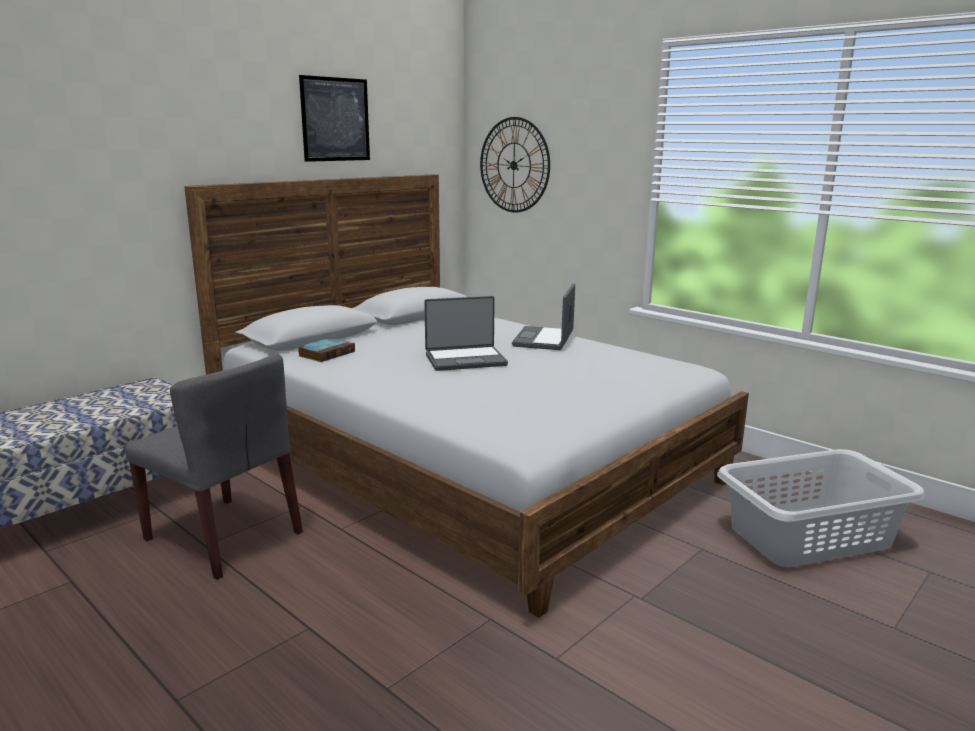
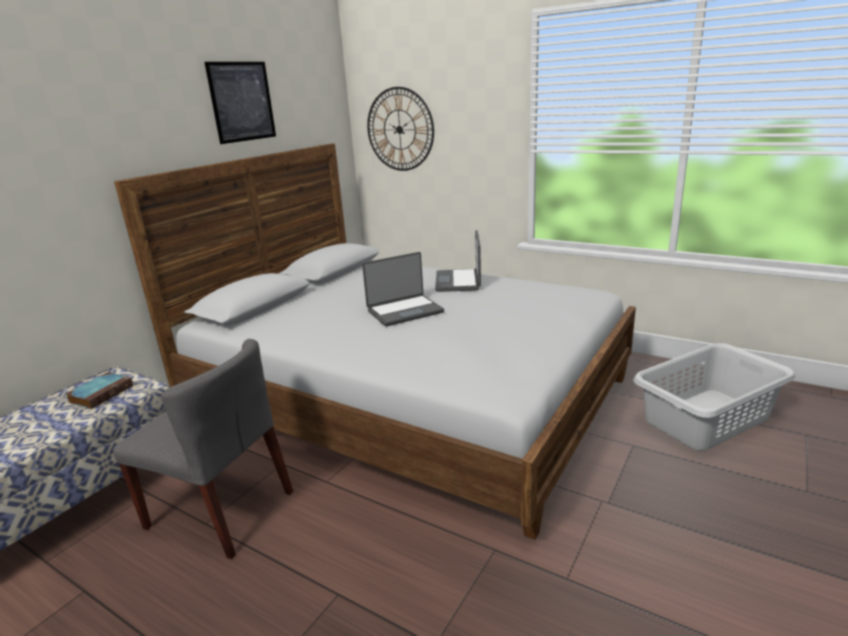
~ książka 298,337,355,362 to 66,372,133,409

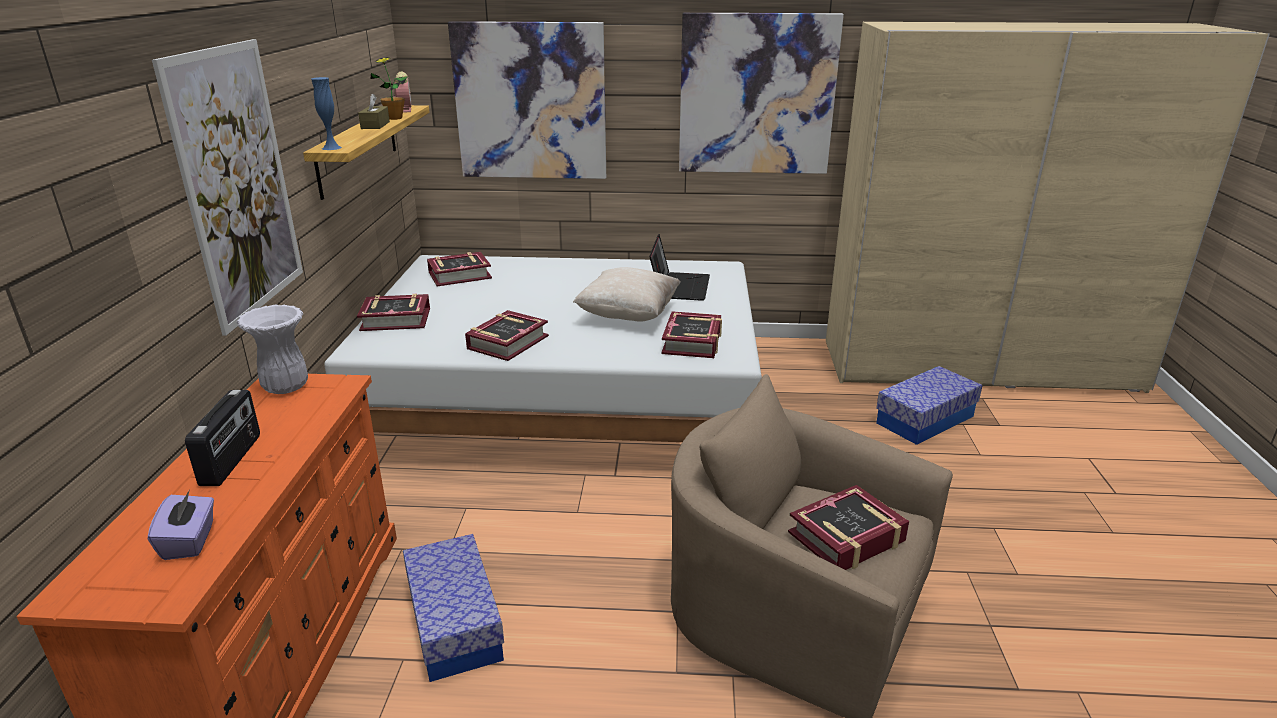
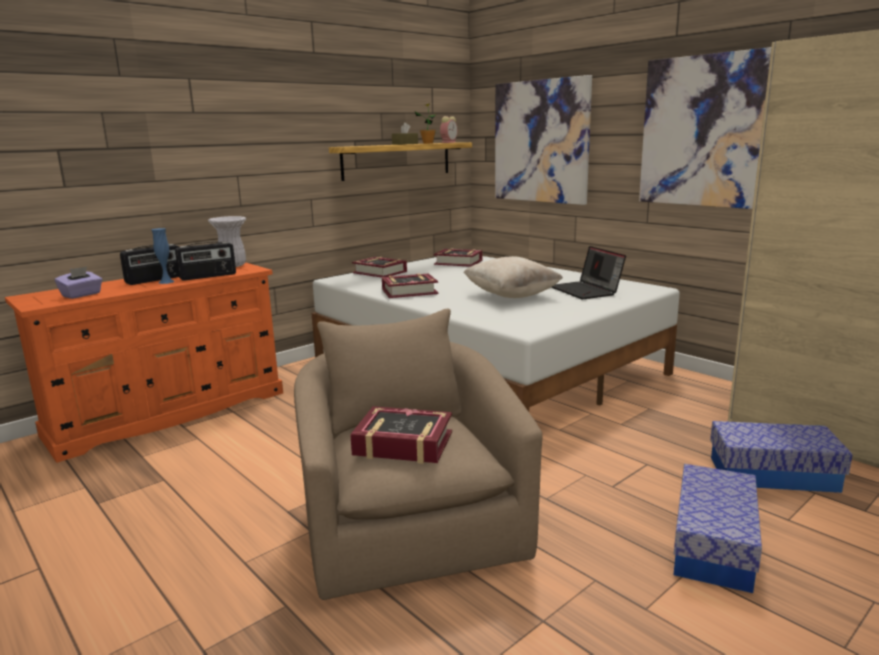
- obraz 152,39,303,336
~ wazon/niebieski 311,77,342,150 to 152,228,175,284
~ laptop 649,234,710,301 = 551,246,626,299 105 degrees clockwise
- książka 662,311,722,358
~ pojemnik do przechowywania 403,534,504,682 to 674,464,762,593
+ radio 175,242,236,281

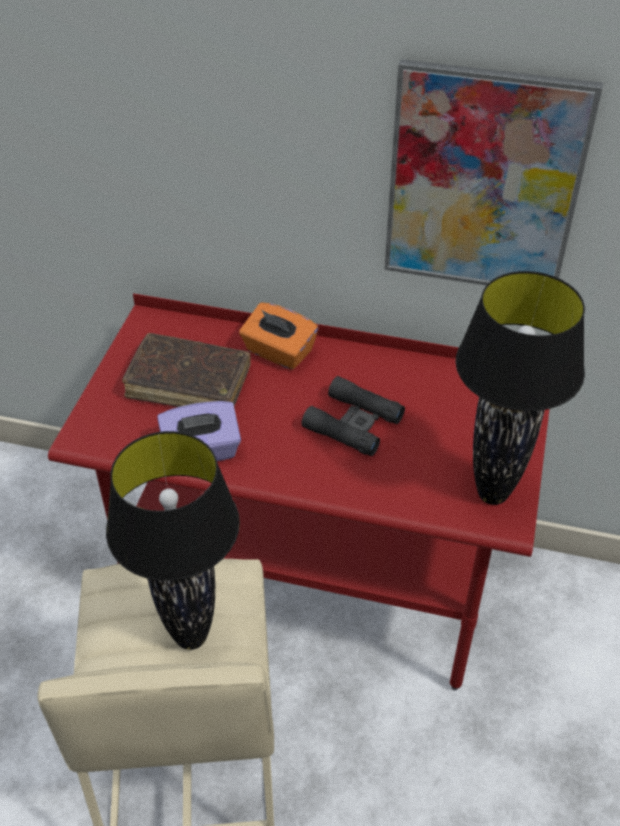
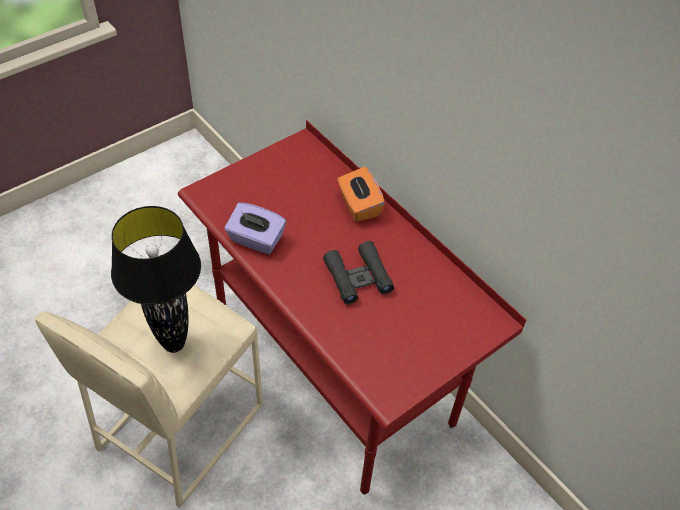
- obraz 384,59,603,285
- lampa stołowa/czarny 455,271,585,505
- książka/brązowy 122,333,251,407

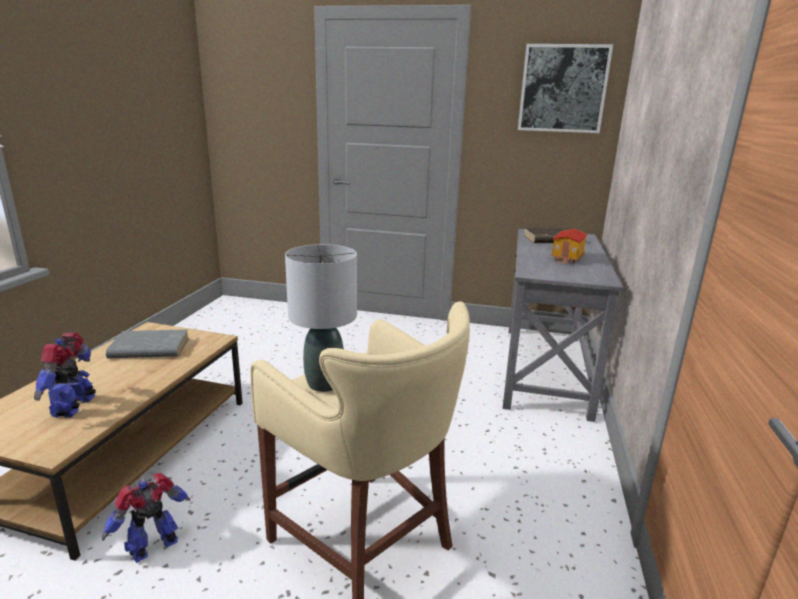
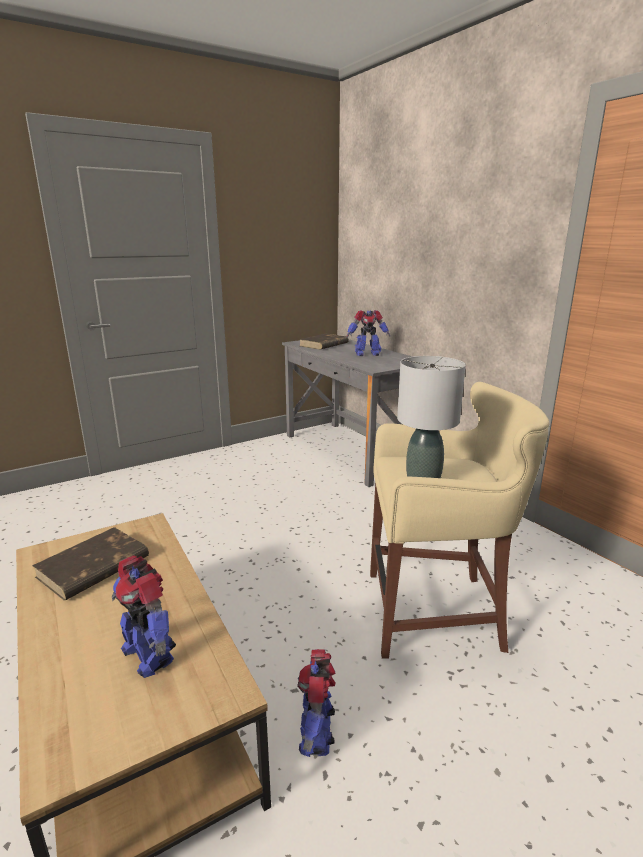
- obraz 518,44,613,133
~ domek 550,229,588,264 to robot zabawkowy 346,310,390,356
~ książka/szary 106,329,189,358 to książka/brązowy 32,527,149,601

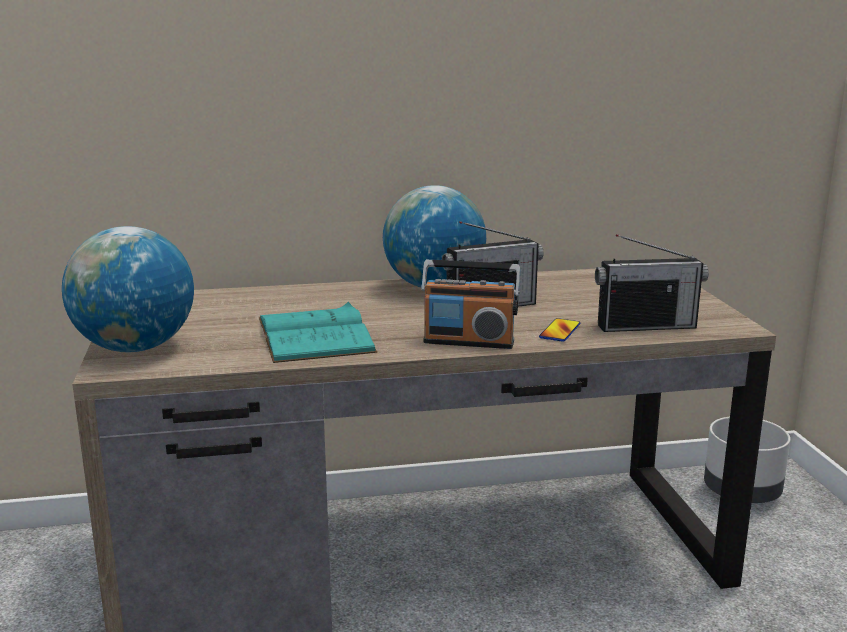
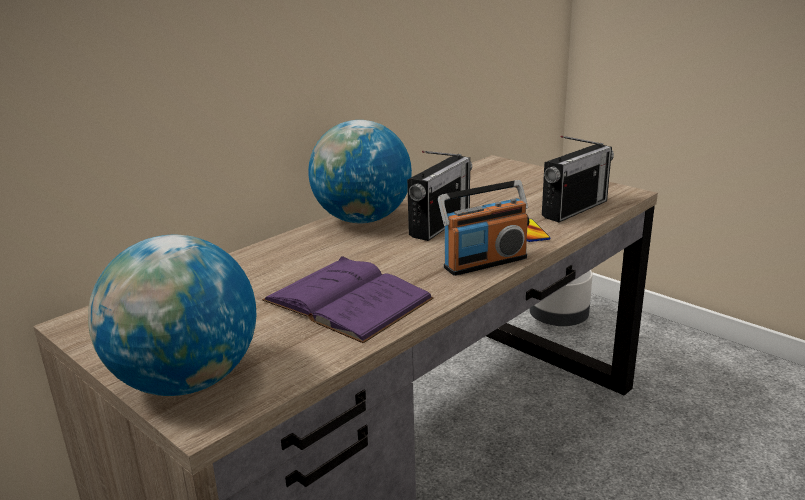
~ książka/turkusowy 259,302,377,363 to książka/fioletowy 262,256,434,343

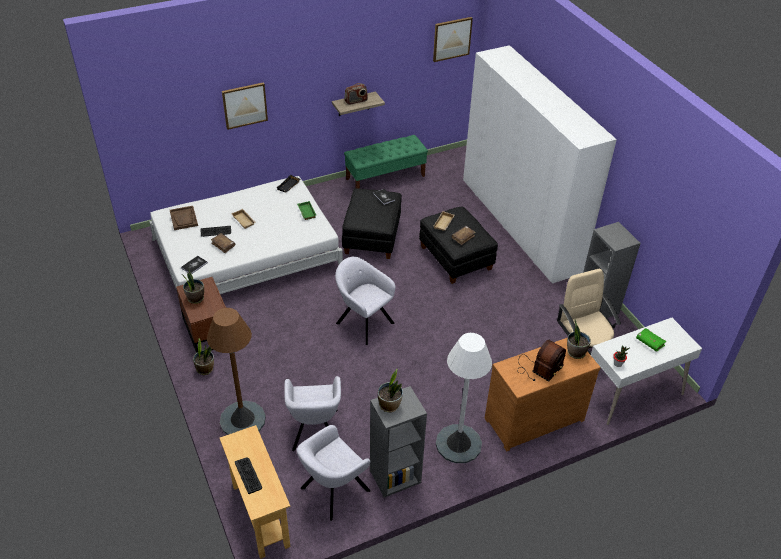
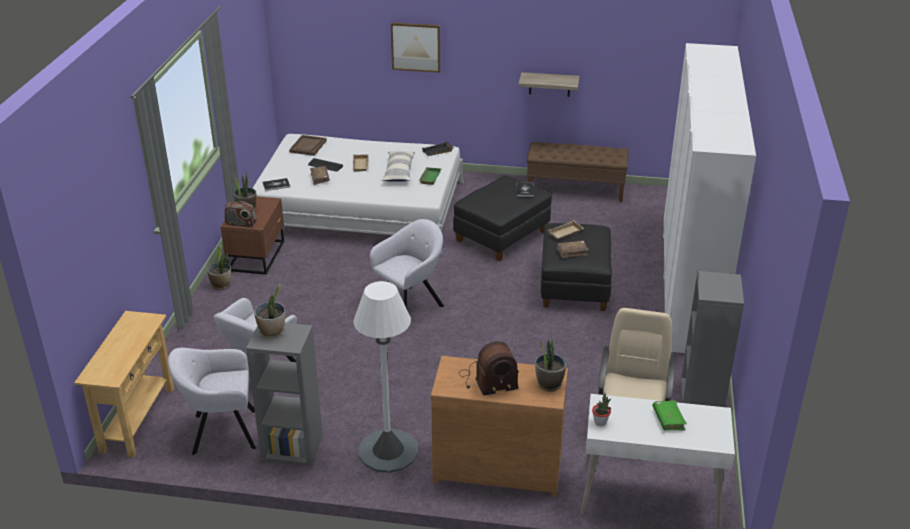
- obraz 433,17,473,62
~ radio 344,83,368,105 to 224,201,257,227
~ ławka/zielony 344,135,428,189 to ławka/brązowy 527,142,628,203
~ fotel/szary 335,257,396,345 = 370,219,444,309 60 degrees clockwise
- lampa stojąca/brązowy 207,308,266,435
- klawiatura 235,458,262,494
+ poduszka 382,151,415,182

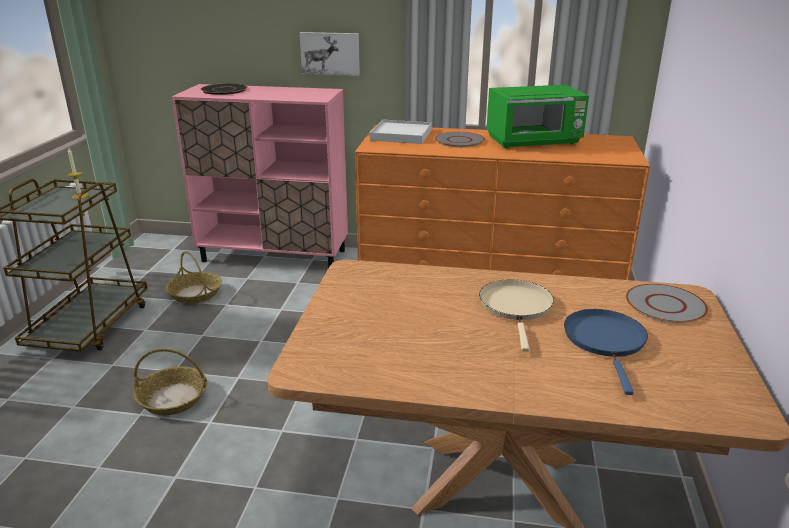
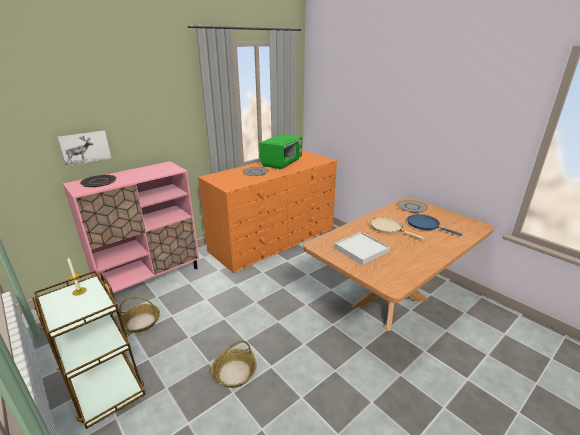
~ obraz 300,32,360,76 to 57,131,111,167
~ taca/biały 370,120,432,144 to 334,232,390,265

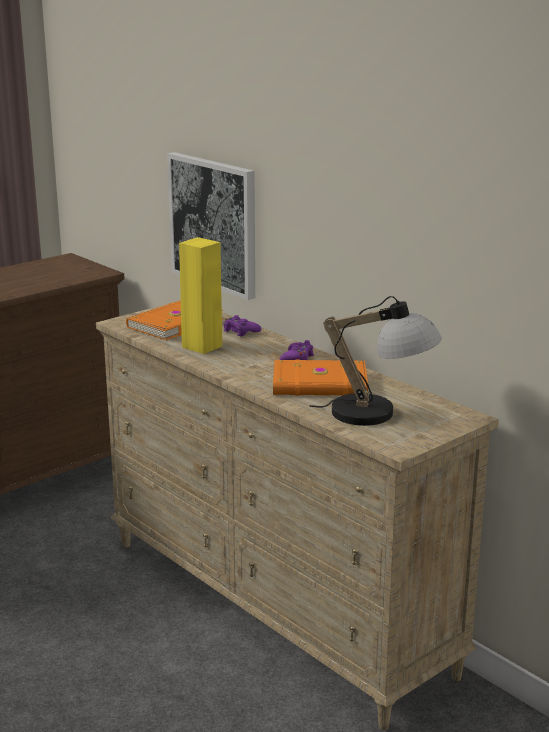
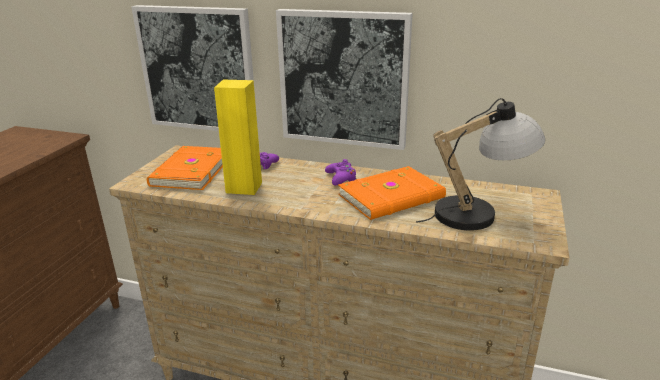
+ obraz 276,9,413,150

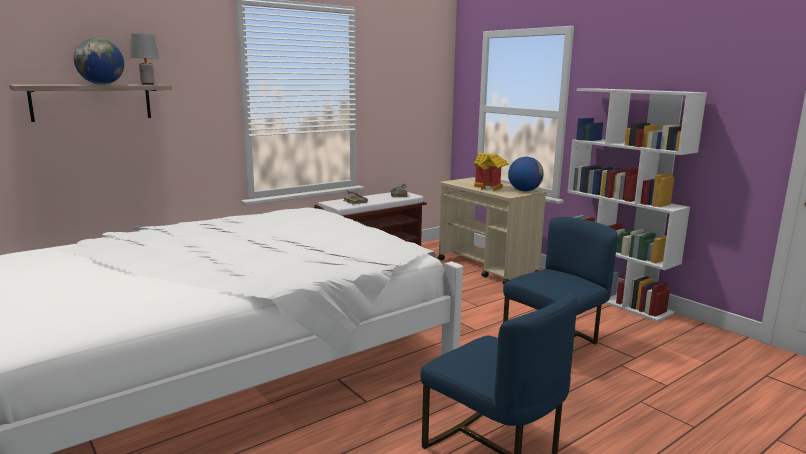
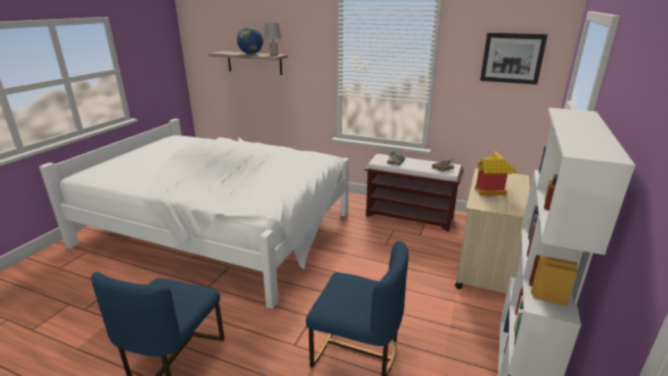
- globus 508,157,544,191
+ obraz 480,33,548,84

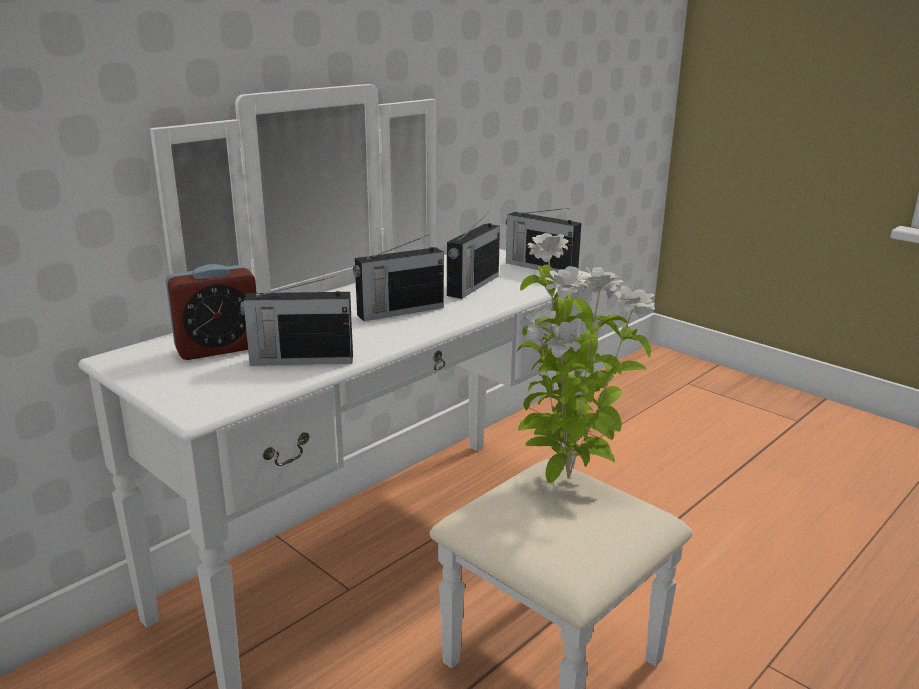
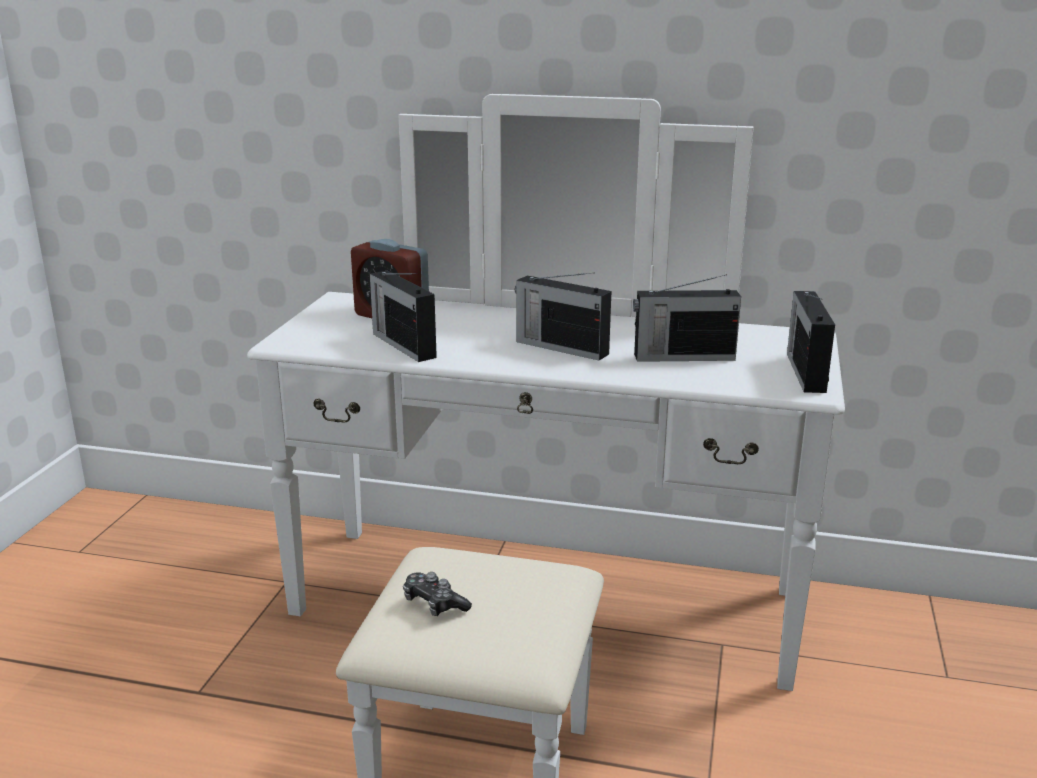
- roślina doniczkowa 517,233,655,483
+ pad do gier 403,572,472,616

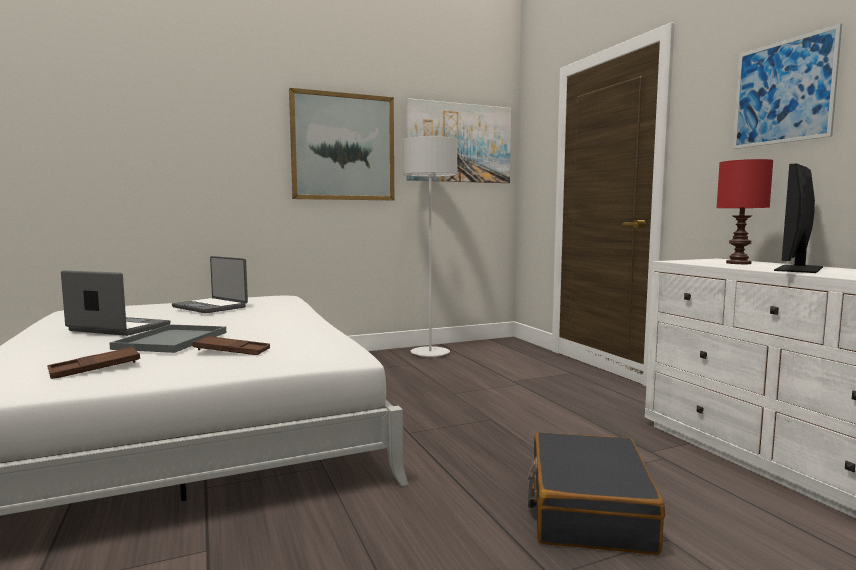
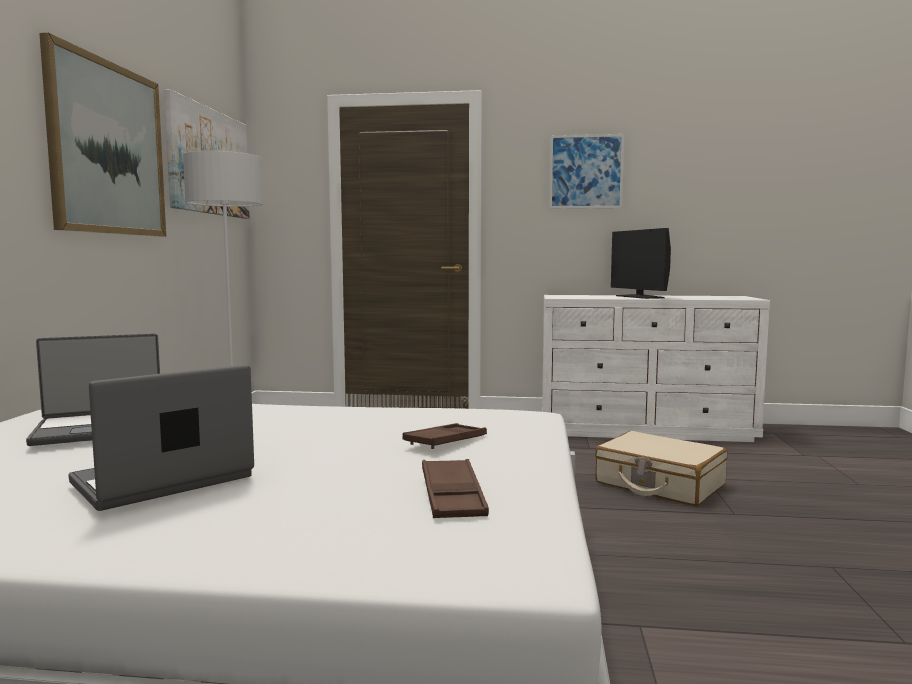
- lampa stołowa/czerwony 717,159,773,264
- taca/szary 109,324,226,353
~ walizka/czarny 527,432,665,555 to walizka/beżowy 595,431,727,507

